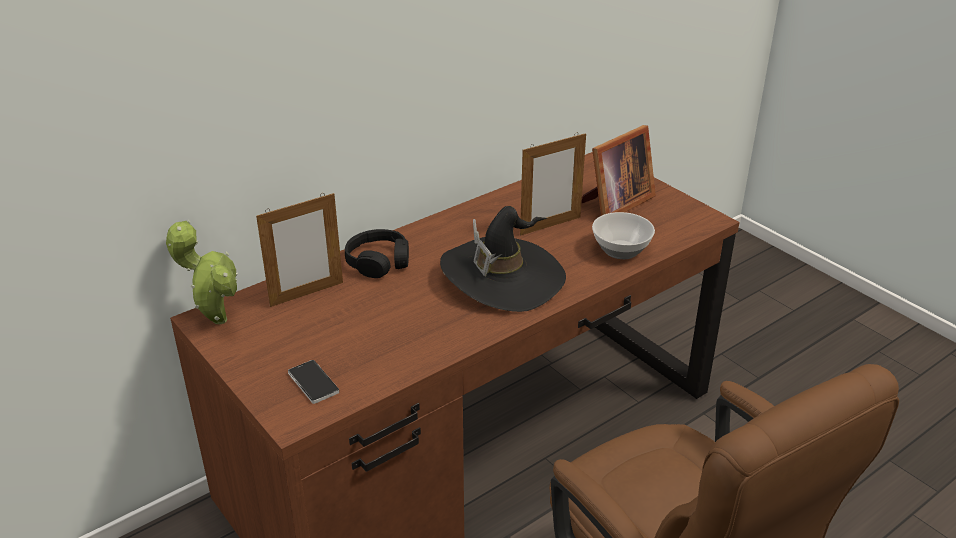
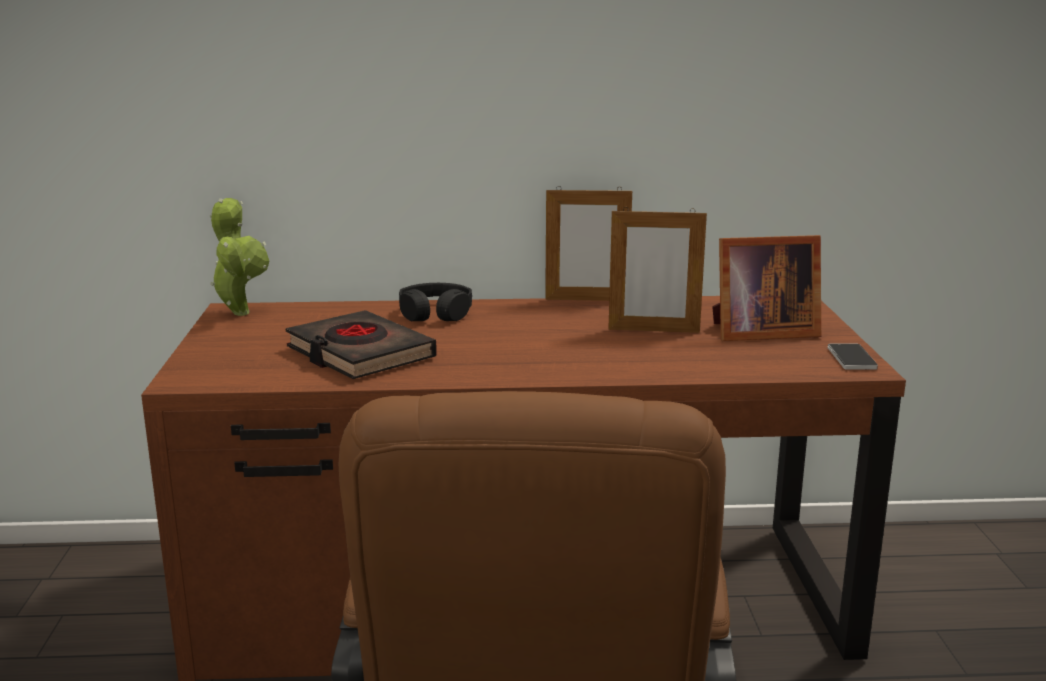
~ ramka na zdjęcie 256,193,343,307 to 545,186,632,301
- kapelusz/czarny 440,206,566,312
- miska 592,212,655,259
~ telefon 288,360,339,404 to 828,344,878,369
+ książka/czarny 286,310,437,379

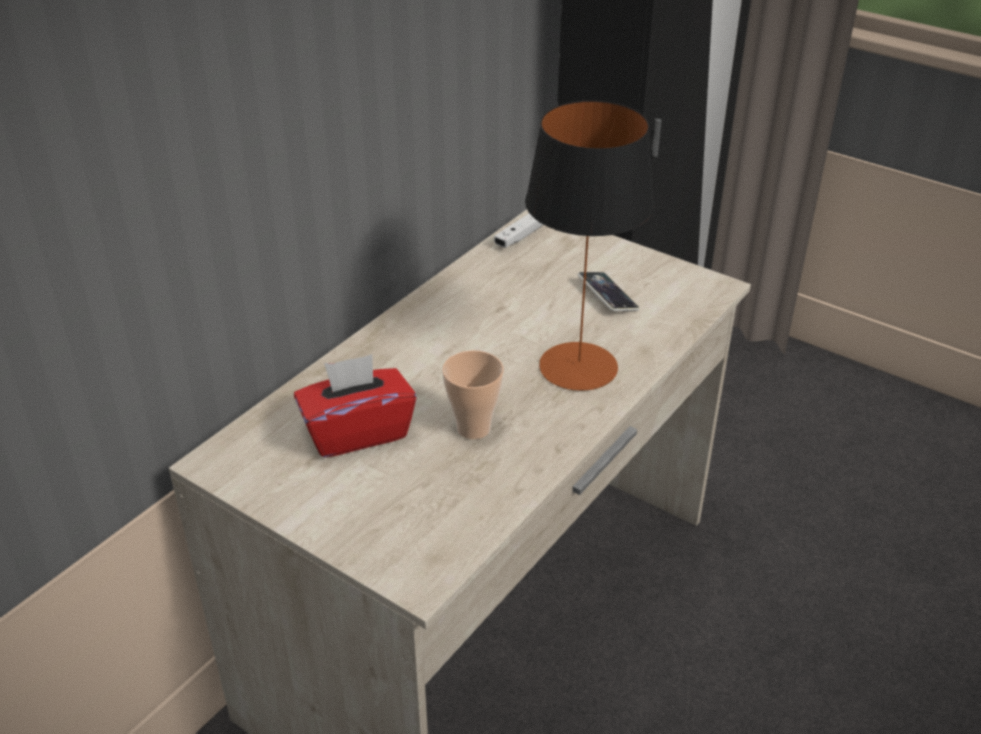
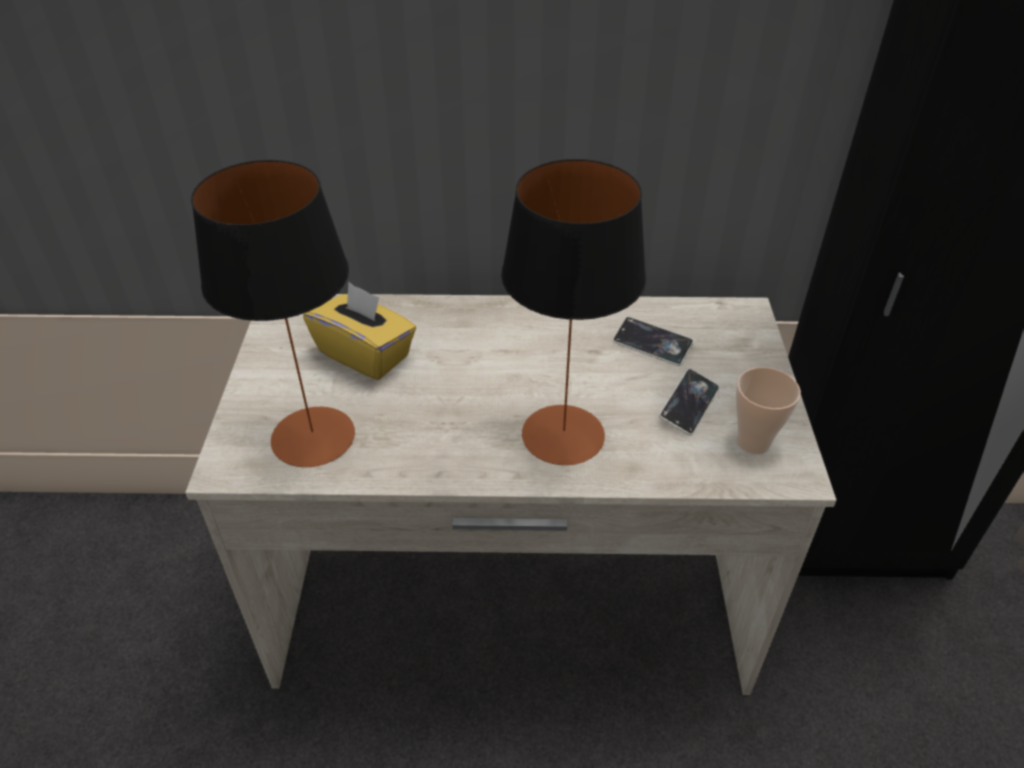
- pad do gier/biały 494,213,543,248
~ filiżanka 442,350,504,439 to 736,367,801,454
~ pudełko chusteczek/czerwony 294,354,416,458 to pudełko chusteczek/żółty 303,282,416,380
+ lampa stołowa 191,160,355,467
+ telefon 613,317,694,366

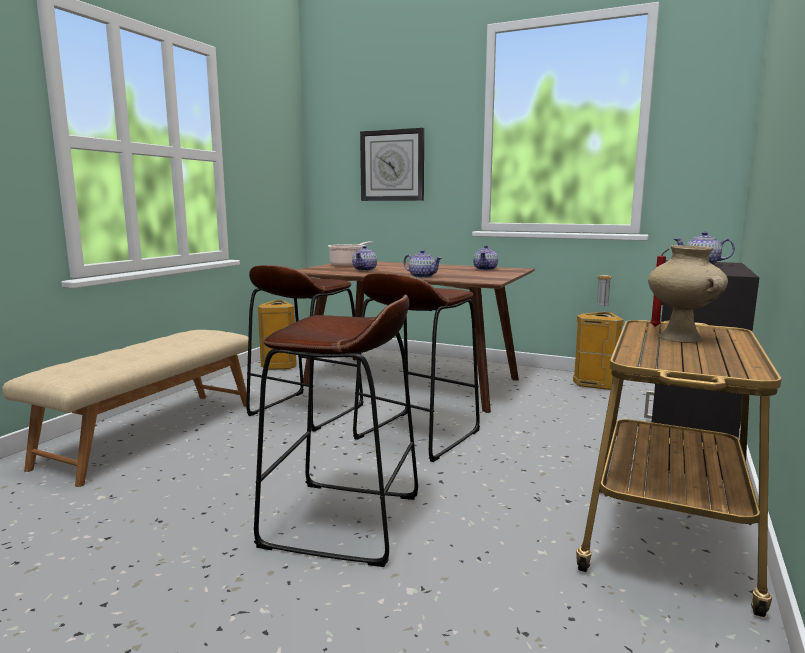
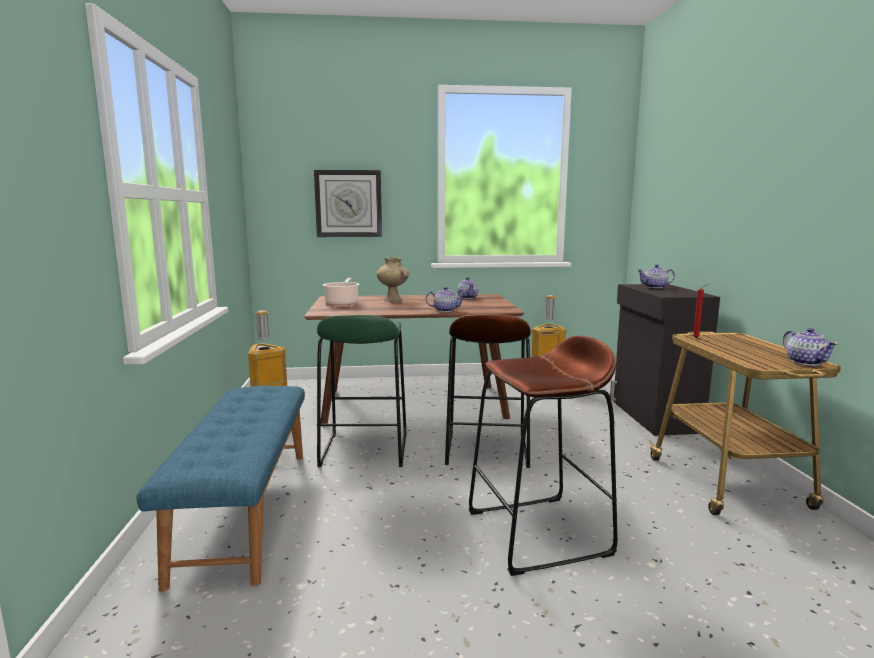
~ wazon/beżowy 648,245,728,343 to 376,258,409,302
~ imbryk 352,246,377,271 to 783,328,838,366
~ stołek/brązowy 246,265,364,432 to stołek/zielony 317,315,407,467
~ ławka/beżowy 3,330,252,487 to ławka/niebieski 137,386,305,592

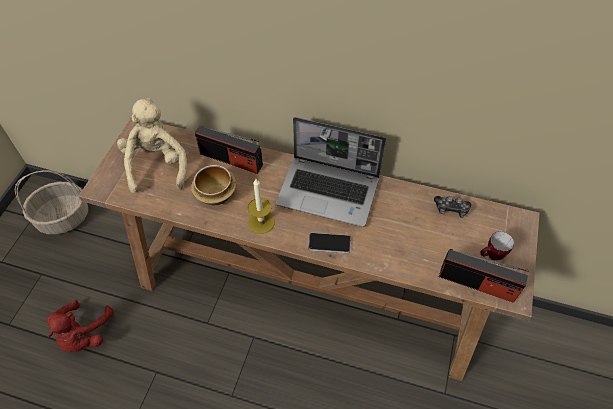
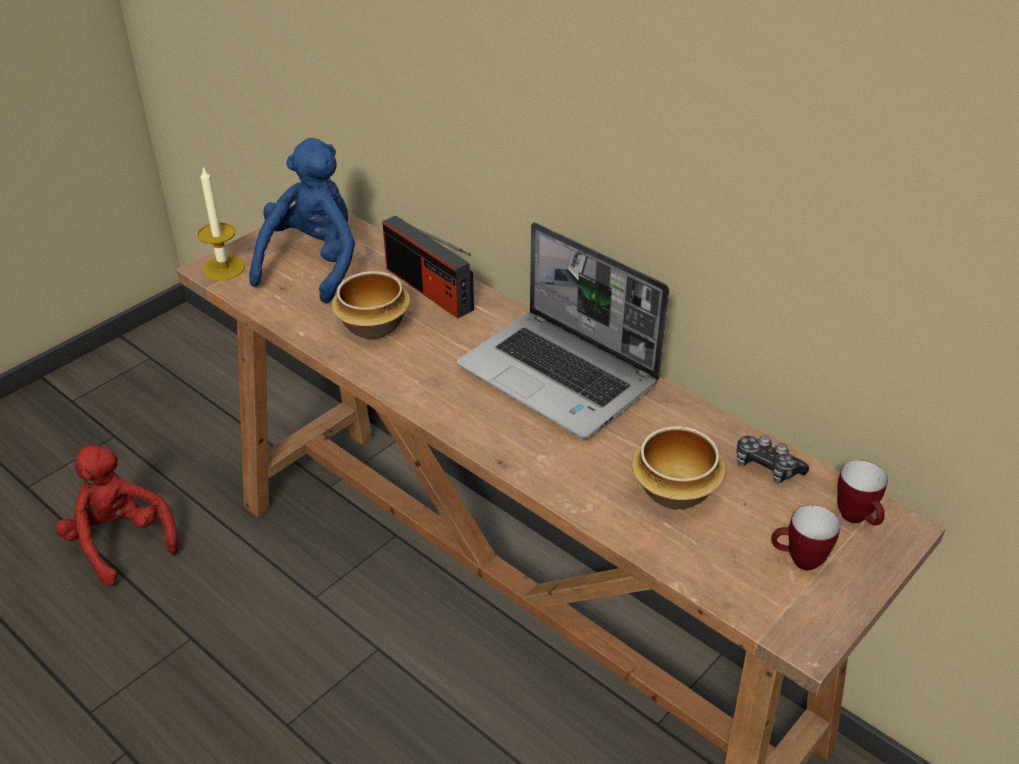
~ pluszak/beżowy 117,98,187,193 to pluszak/niebieski 249,138,355,303
- koszyk 15,170,88,234
~ świeca 248,179,275,234 to 198,166,245,281
- telefon 308,233,351,253
- radio 439,249,529,303
~ pluszak/czerwony 47,300,114,352 = 56,445,179,586 105 degrees clockwise
+ miska 632,426,726,509
+ kubek 837,460,888,525

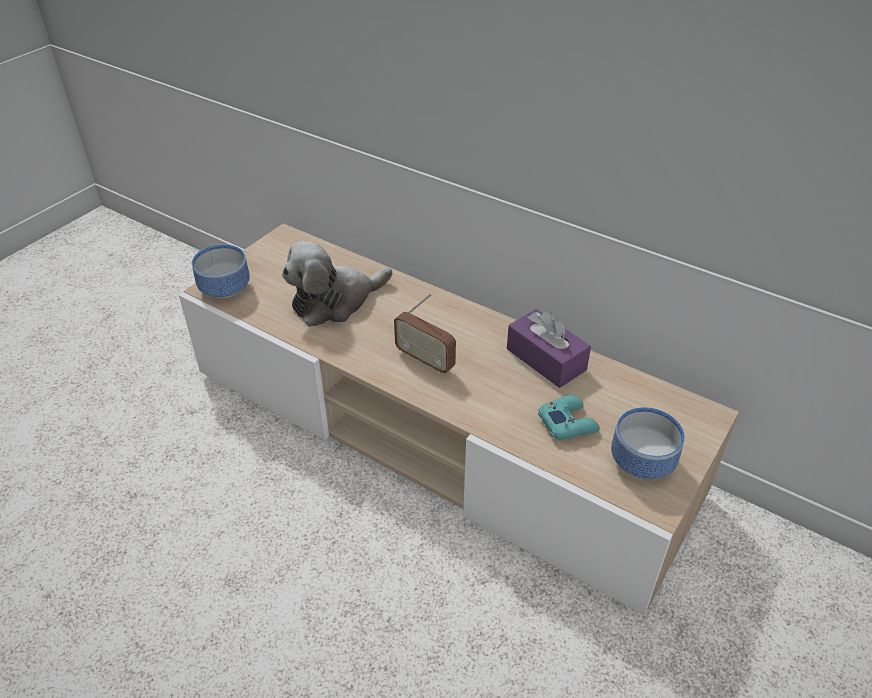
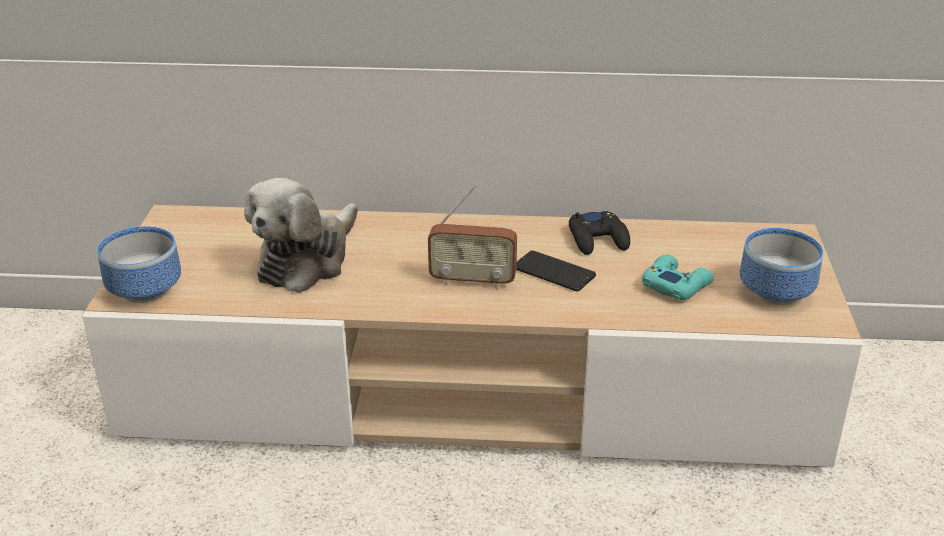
~ pudełko chusteczek/fioletowy 507,309,591,388 to pad do gier/czarny 569,211,630,255
+ telefon 516,251,596,292

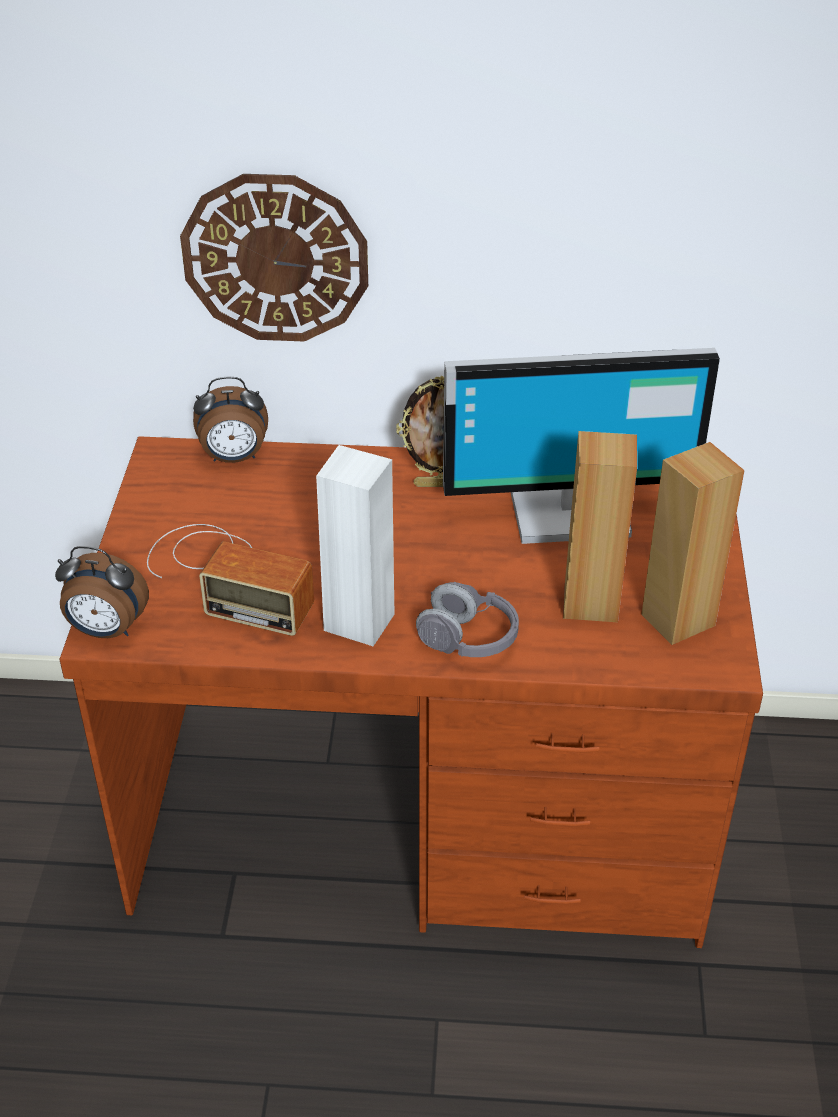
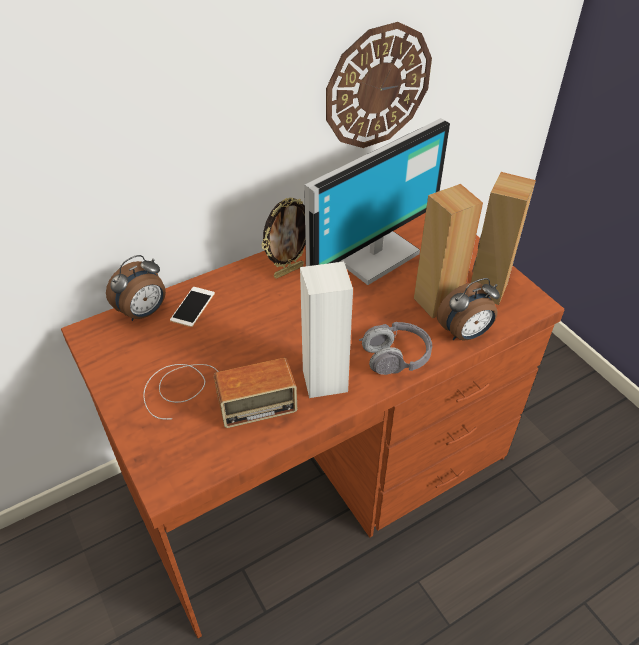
~ zegar ścienny 180,174,368,342 to 326,22,432,148
~ budzik 55,546,149,638 to 437,278,500,340
+ telefon 170,287,215,327

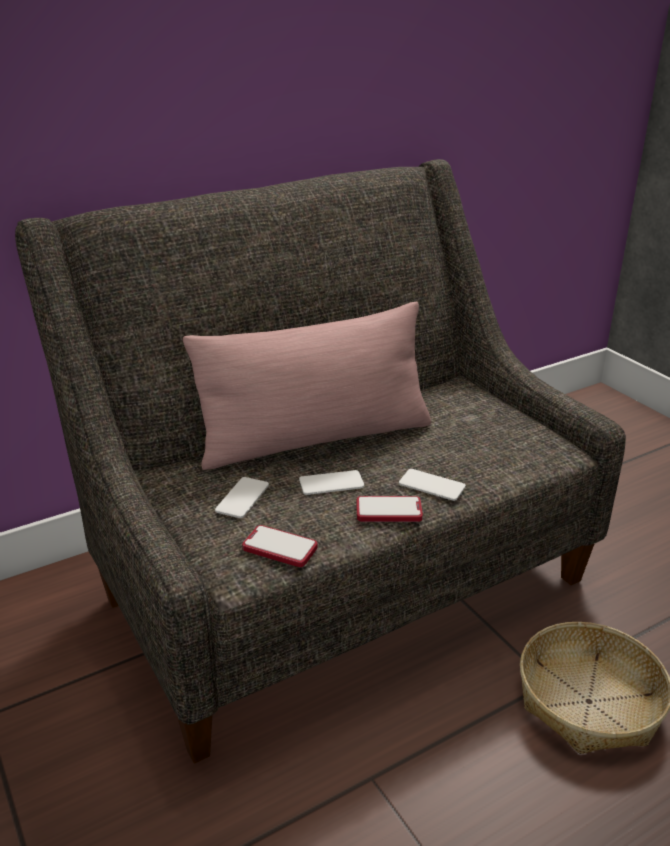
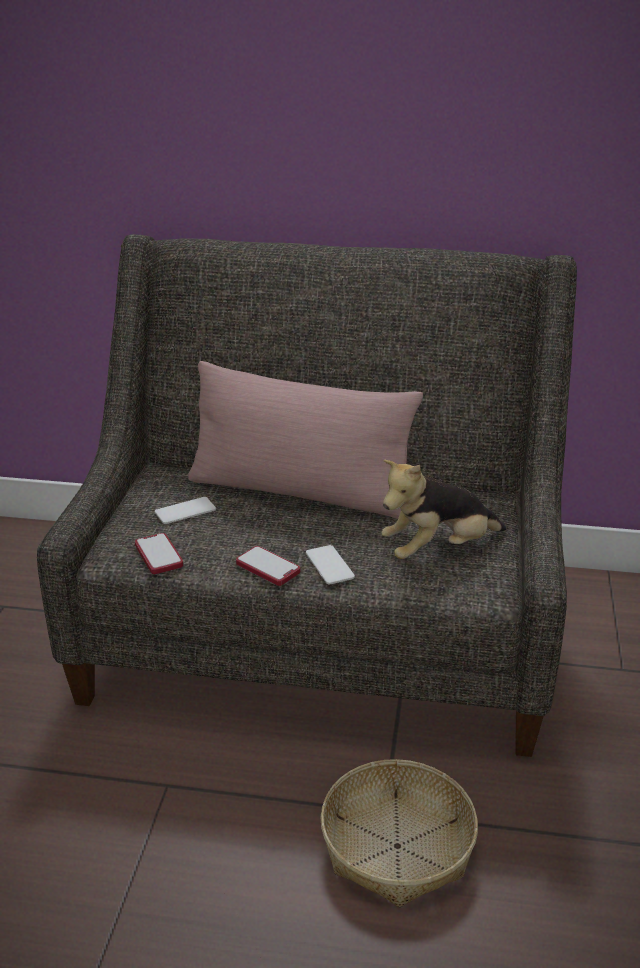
- telefon 299,470,364,495
+ pluszak 382,460,506,559

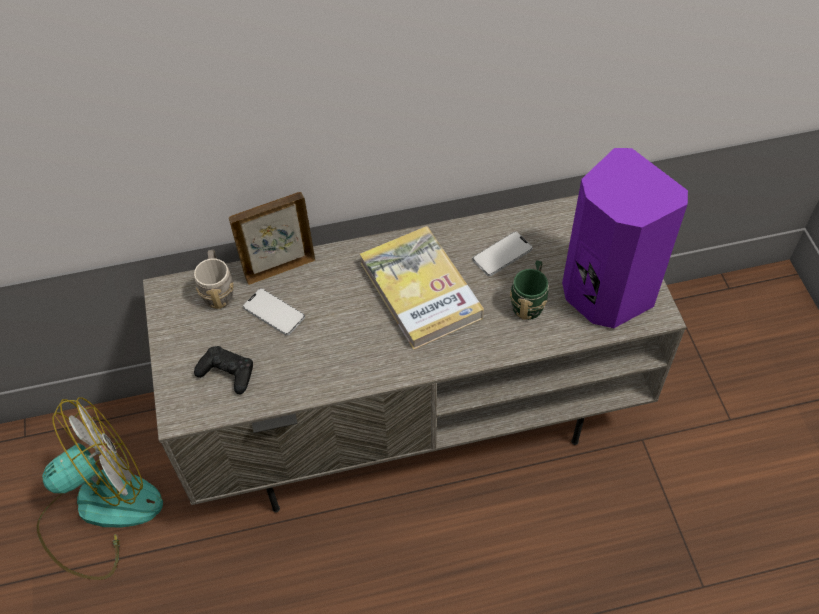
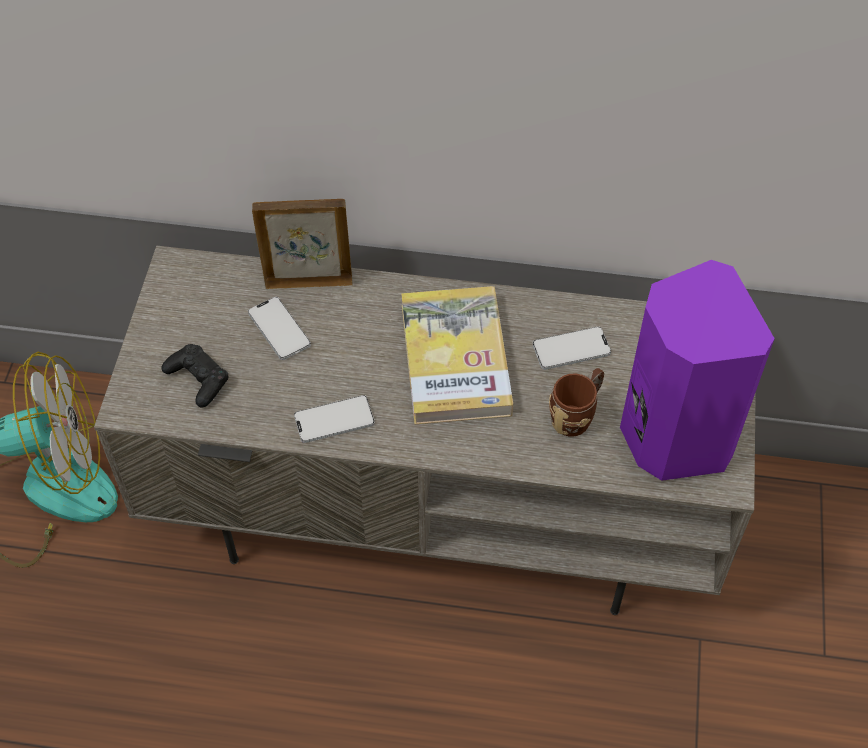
- kubek/szary 194,250,234,309
~ kubek/zielony 510,260,549,320 to kubek/brązowy 549,368,604,437
+ telefon 294,395,375,443

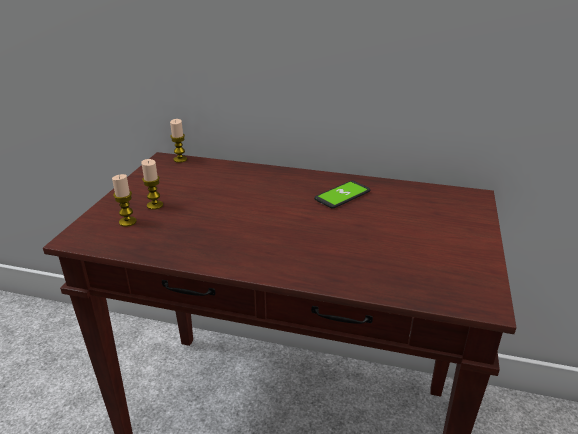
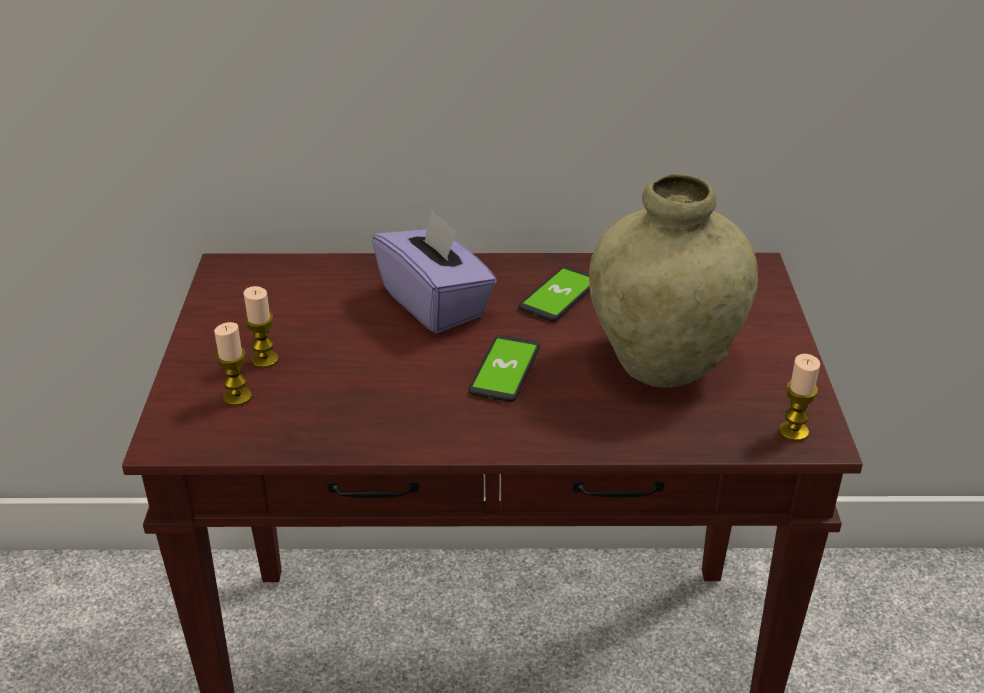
~ świeca 170,119,187,163 to 779,354,820,441
+ wazon/beżowy 589,173,758,387
+ pudełko chusteczek/fioletowy 372,210,497,333
+ telefon 468,335,540,402

